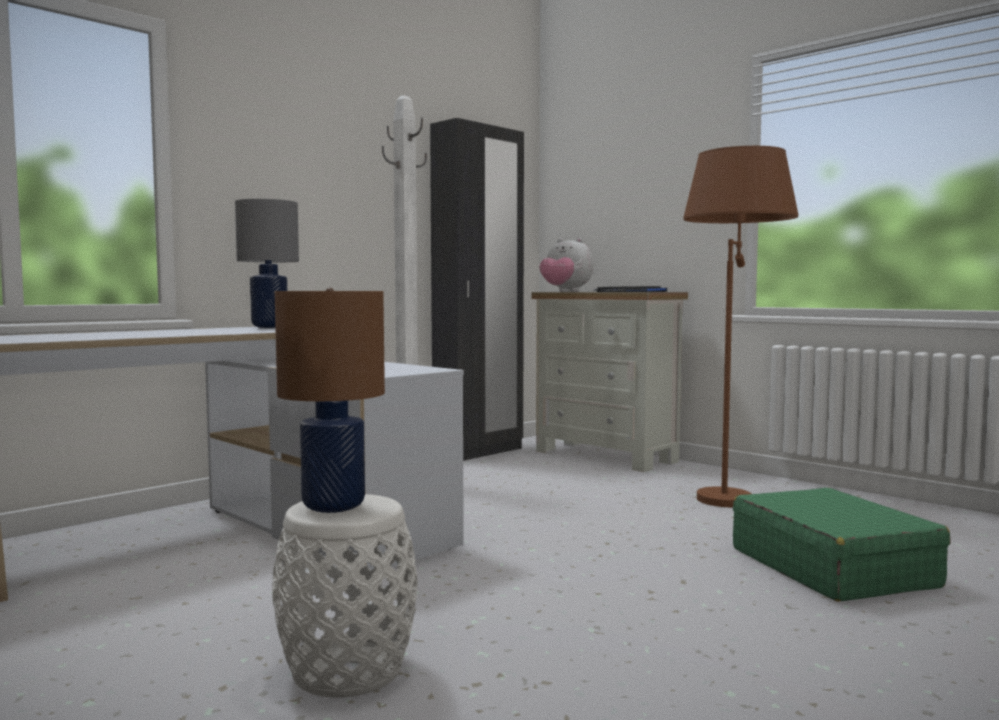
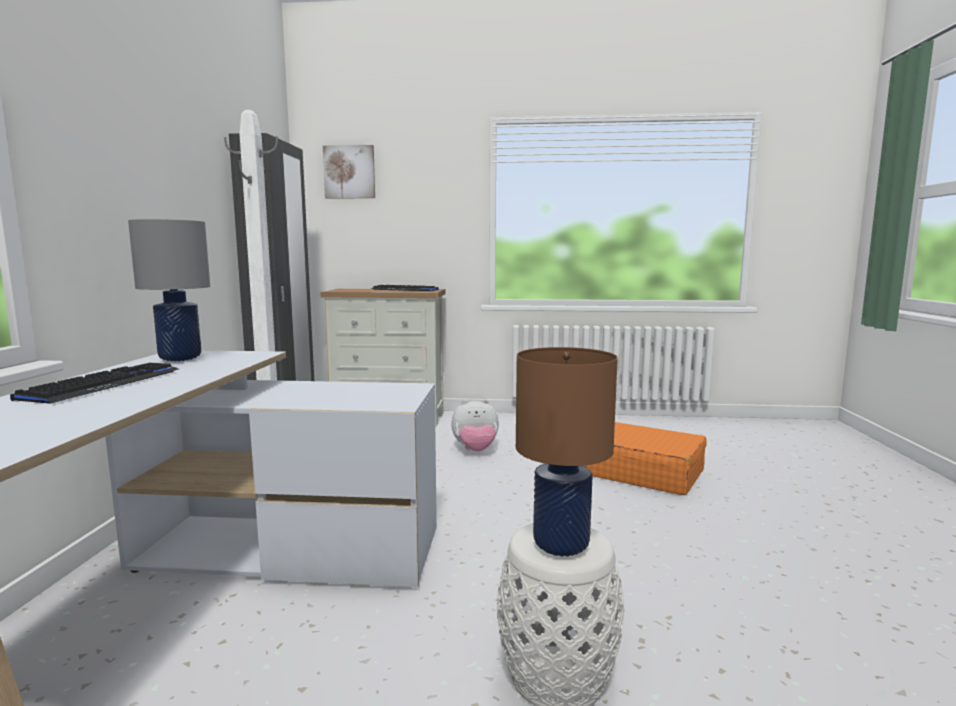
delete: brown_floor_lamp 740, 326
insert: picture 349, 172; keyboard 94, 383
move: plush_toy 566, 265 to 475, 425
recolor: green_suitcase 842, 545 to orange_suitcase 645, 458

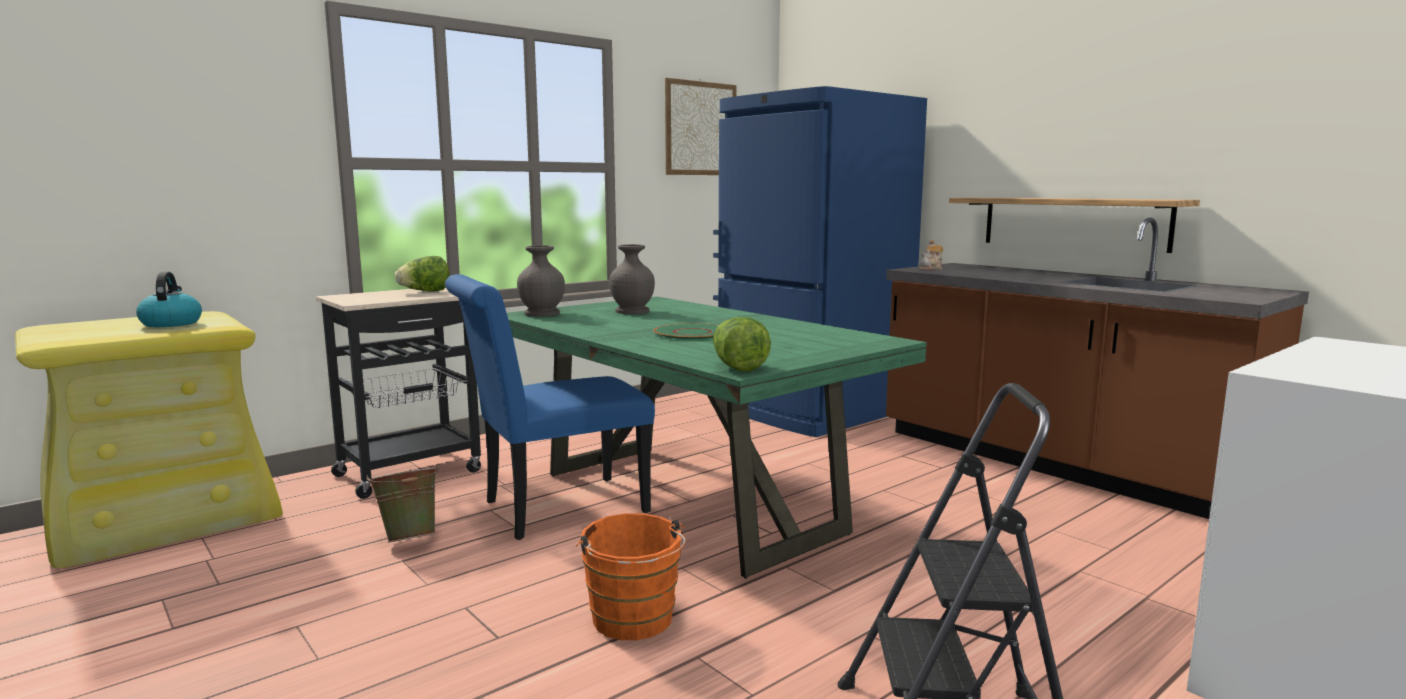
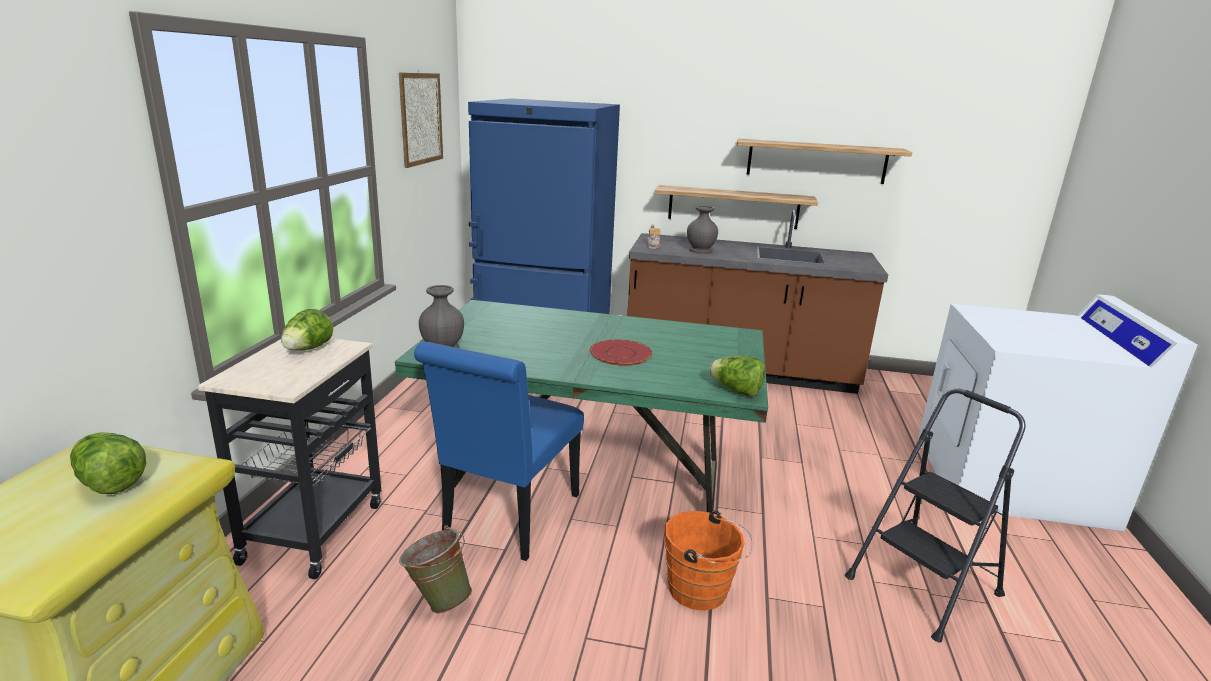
insert: shelf 824, 161
move: grey_vase 632, 279 to 702, 230
replace: kettle 169, 299 to lettuce 108, 463
recolor: green_plate 686, 331 to red_plate 621, 352

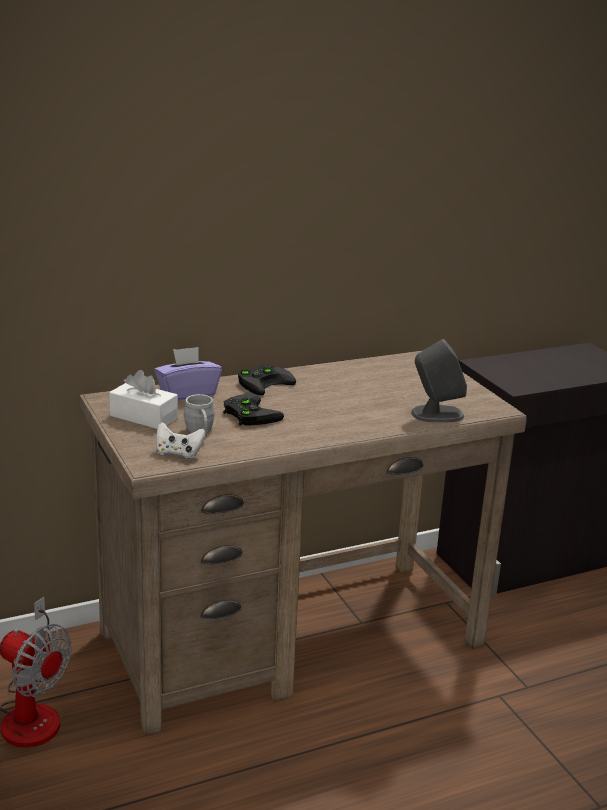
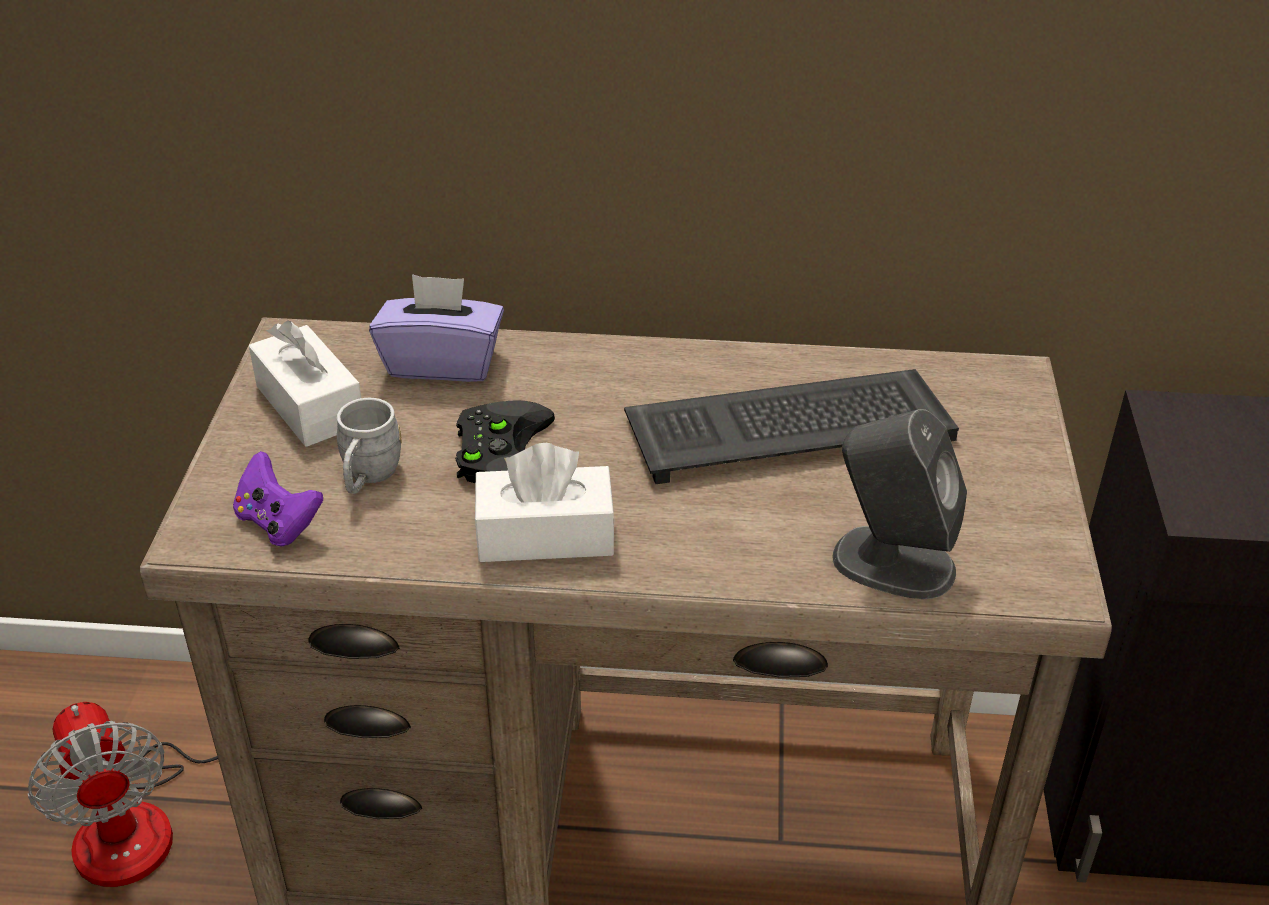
delete: black_game_controller 267, 379
insert: keyboard 791, 426; white_tissue_box 545, 502
recolor: white_game_controller 180, 440 to purple_game_controller 278, 498

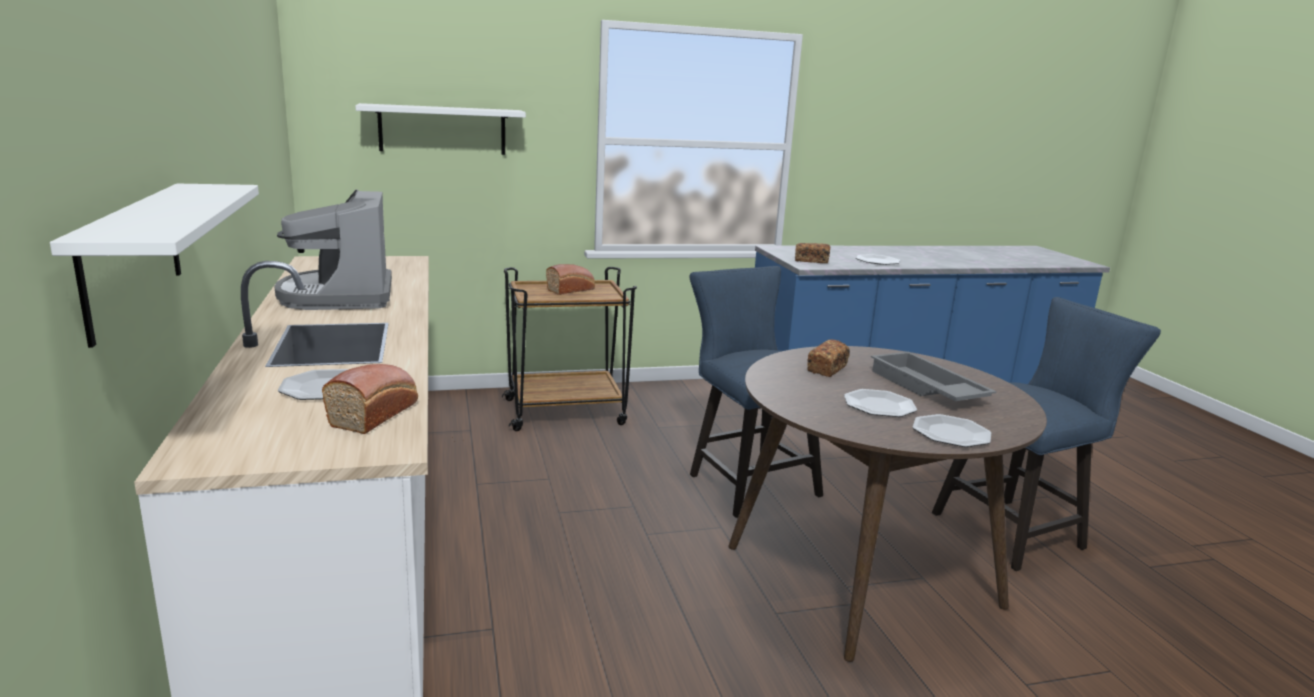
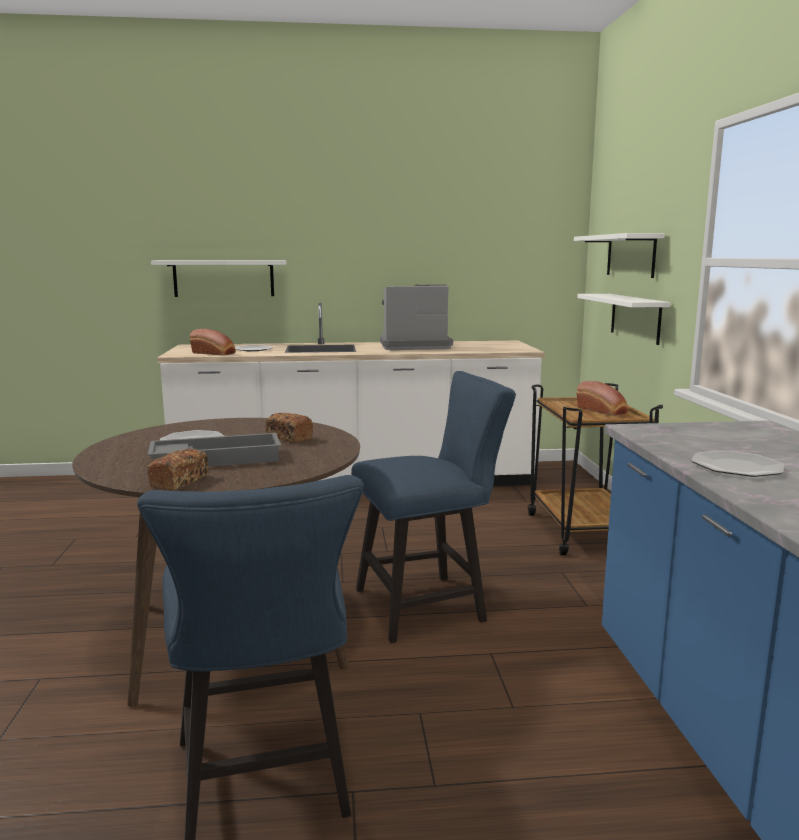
delete: plate 951, 430
insert: white_shelf 623, 319
move: bread 812, 253 to 178, 470

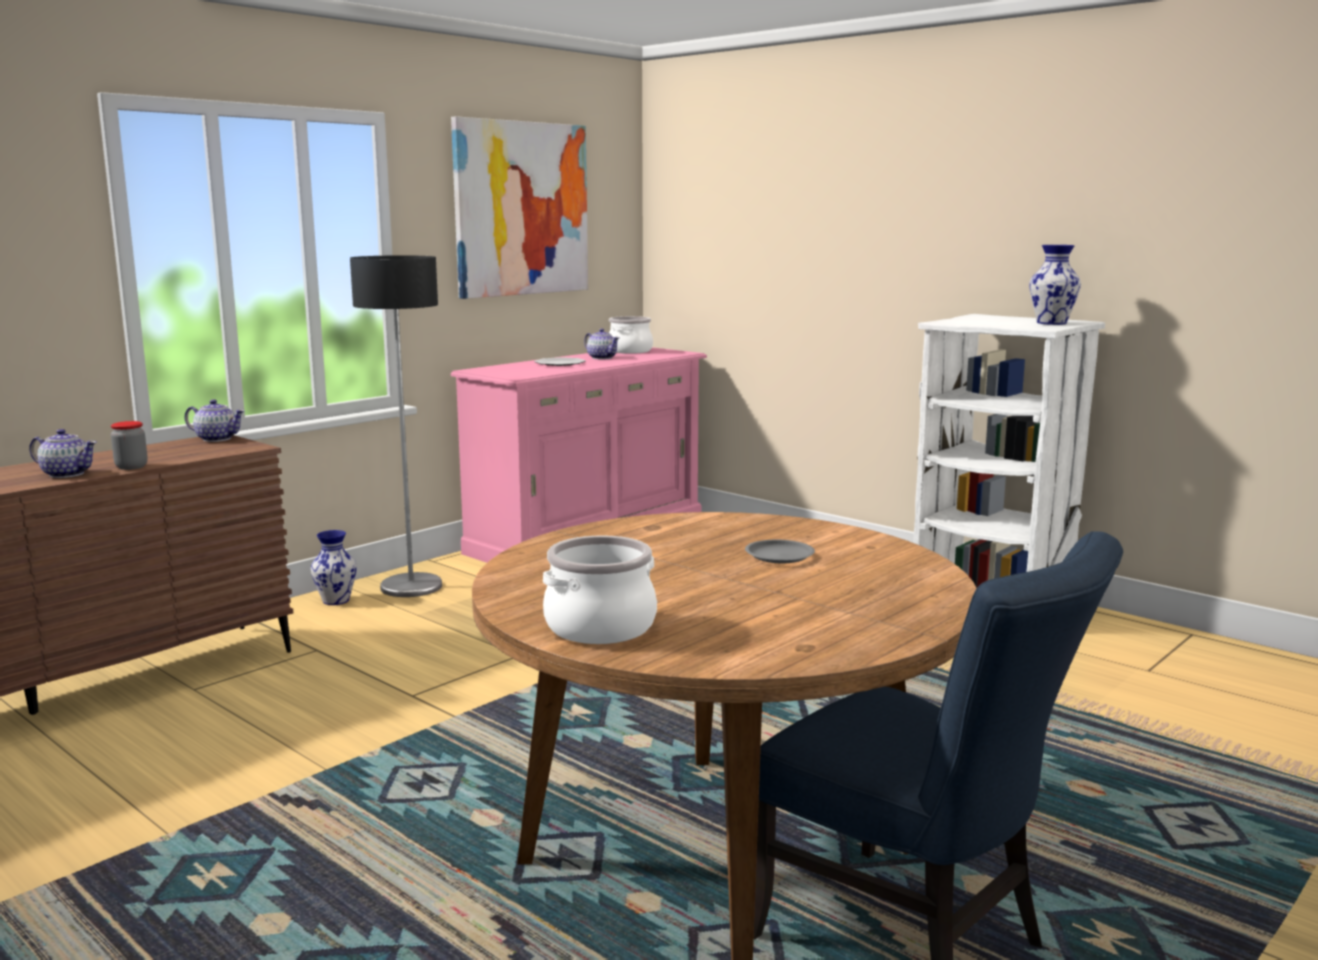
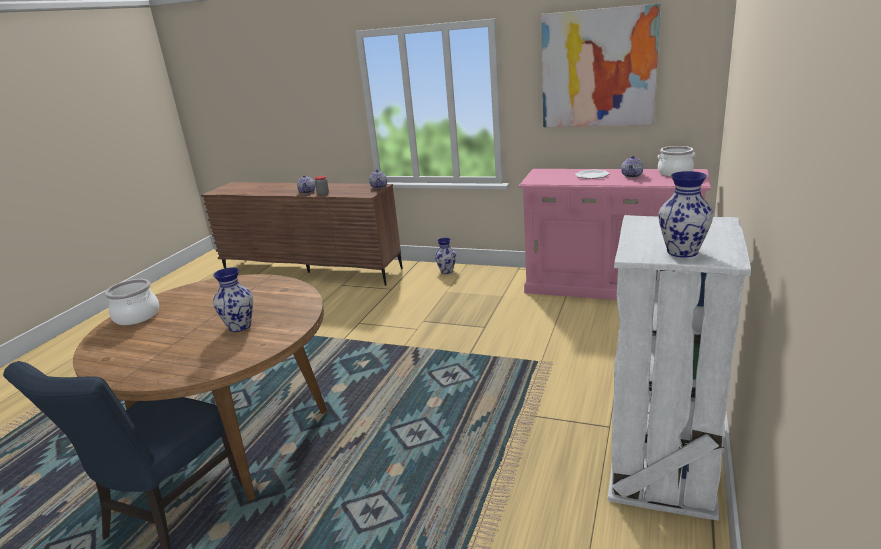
delete: floor_lamp 396, 426
replace: grey_plate 780, 551 to vase 233, 299

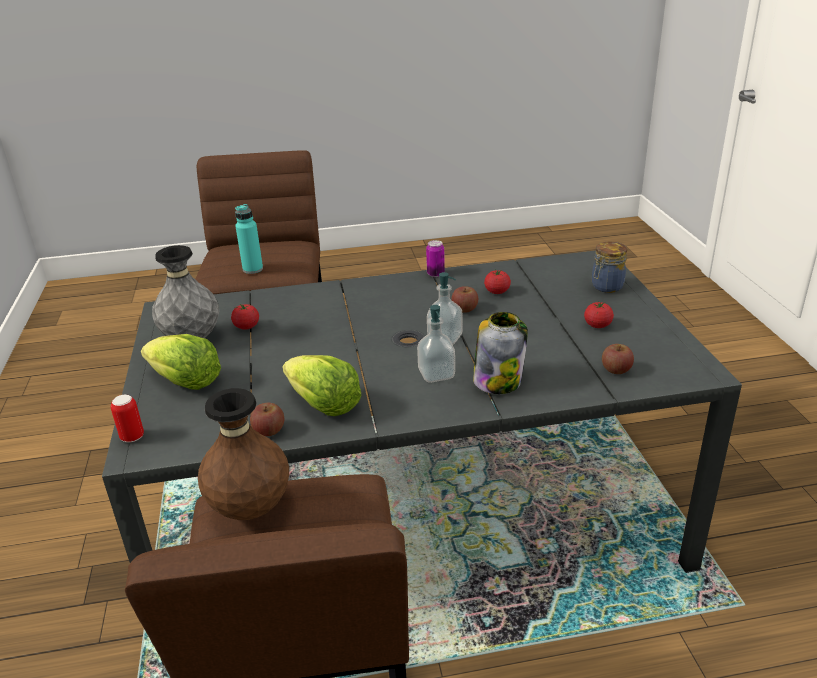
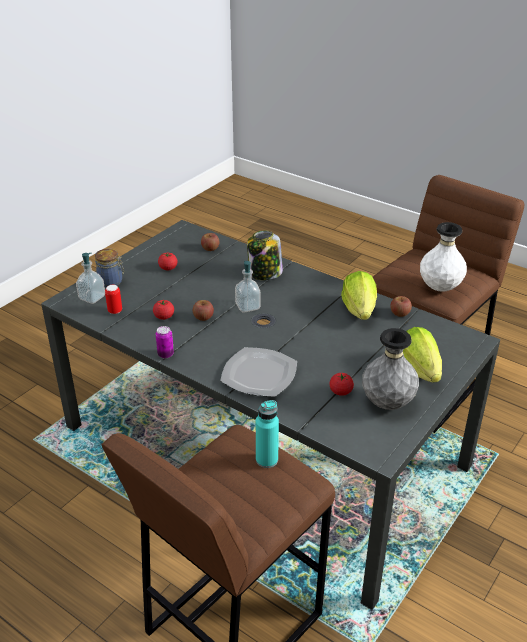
insert: plate 258, 372
move: soap_dispenser 436, 344 to 90, 278; can 127, 418 to 113, 299
recolor: brown_vase 243, 454 to white_vase 443, 257

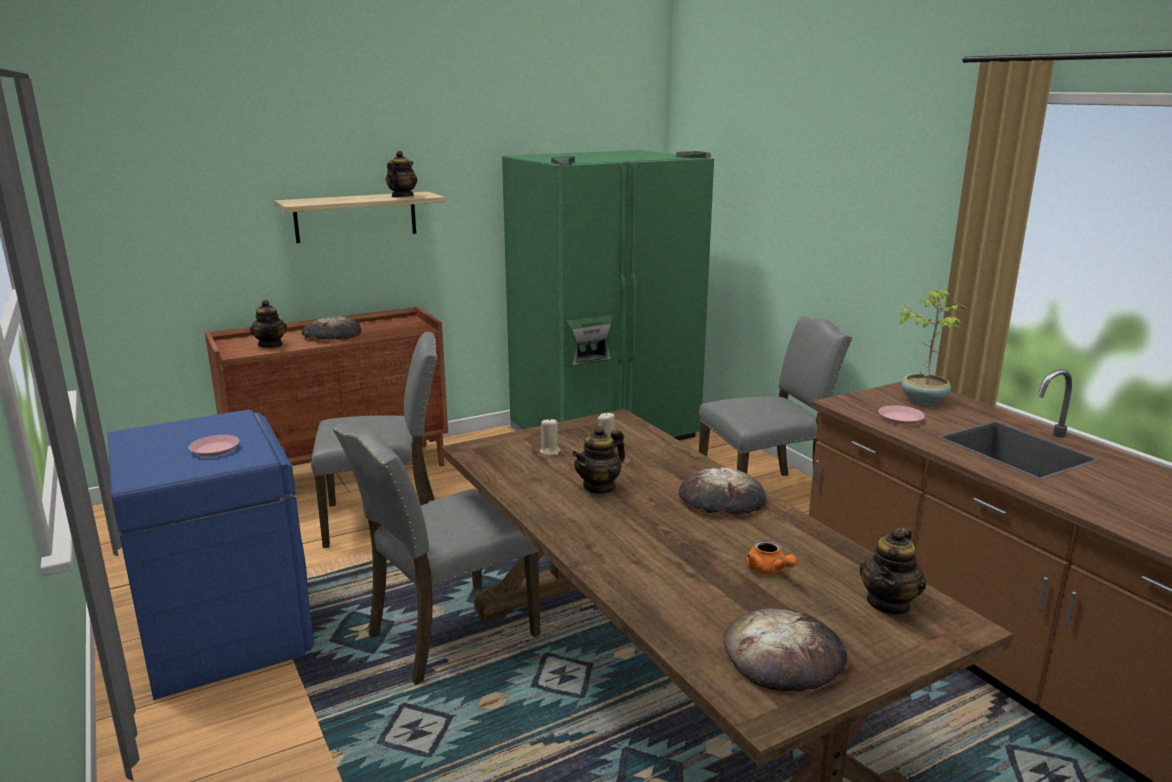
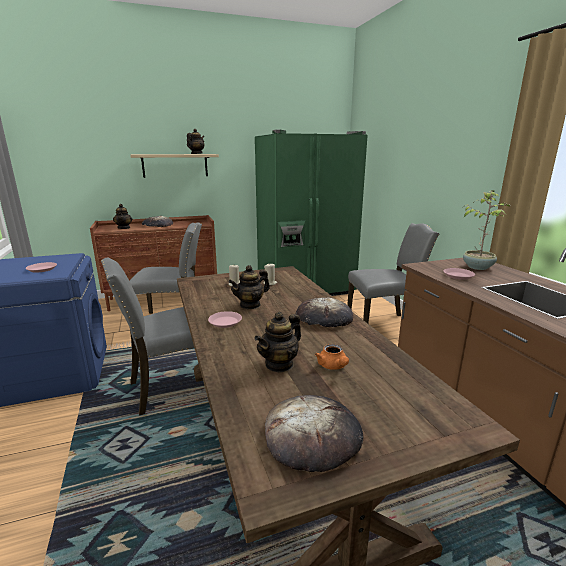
insert: pink_plate 225, 319
move: teapot 892, 571 to 277, 342

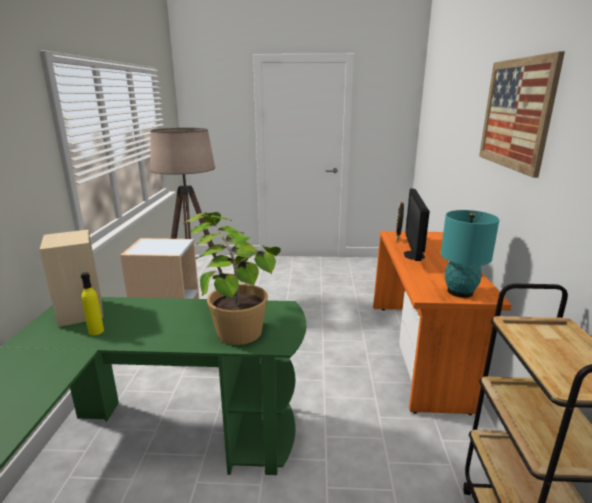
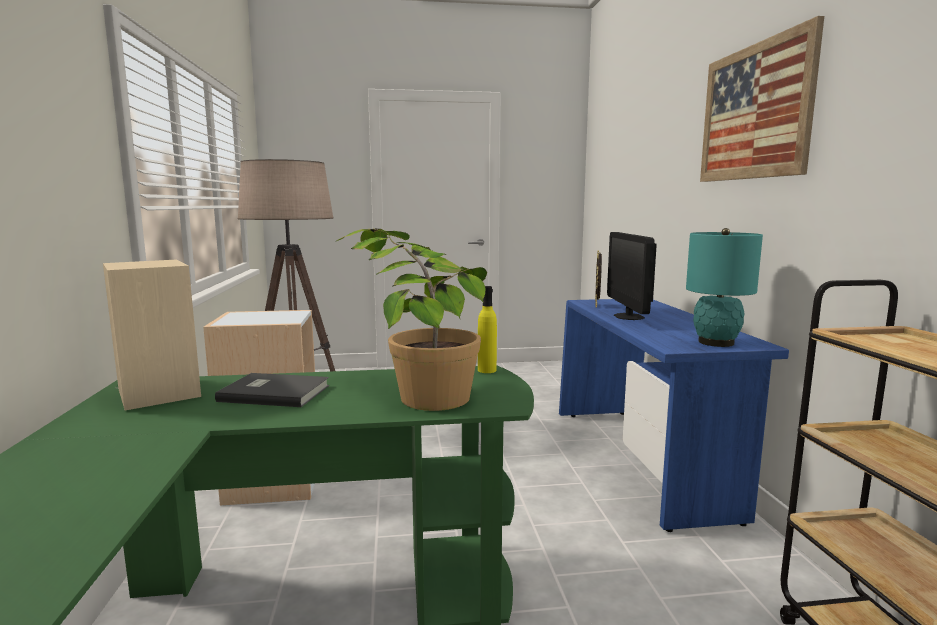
insert: grey_book 272, 390
move: yellow_bottle 92, 303 to 487, 329
recolor: orange_desk 442, 323 to blue_desk 674, 415

